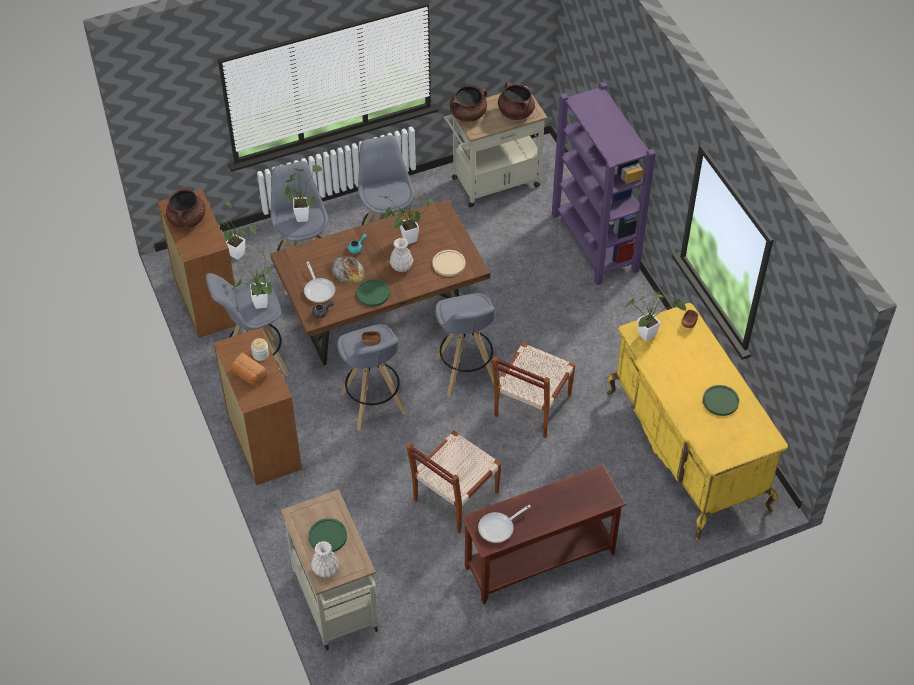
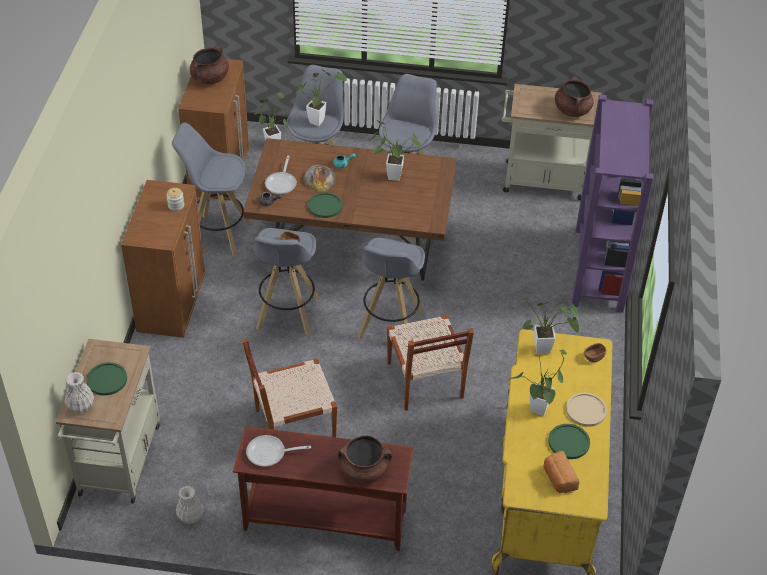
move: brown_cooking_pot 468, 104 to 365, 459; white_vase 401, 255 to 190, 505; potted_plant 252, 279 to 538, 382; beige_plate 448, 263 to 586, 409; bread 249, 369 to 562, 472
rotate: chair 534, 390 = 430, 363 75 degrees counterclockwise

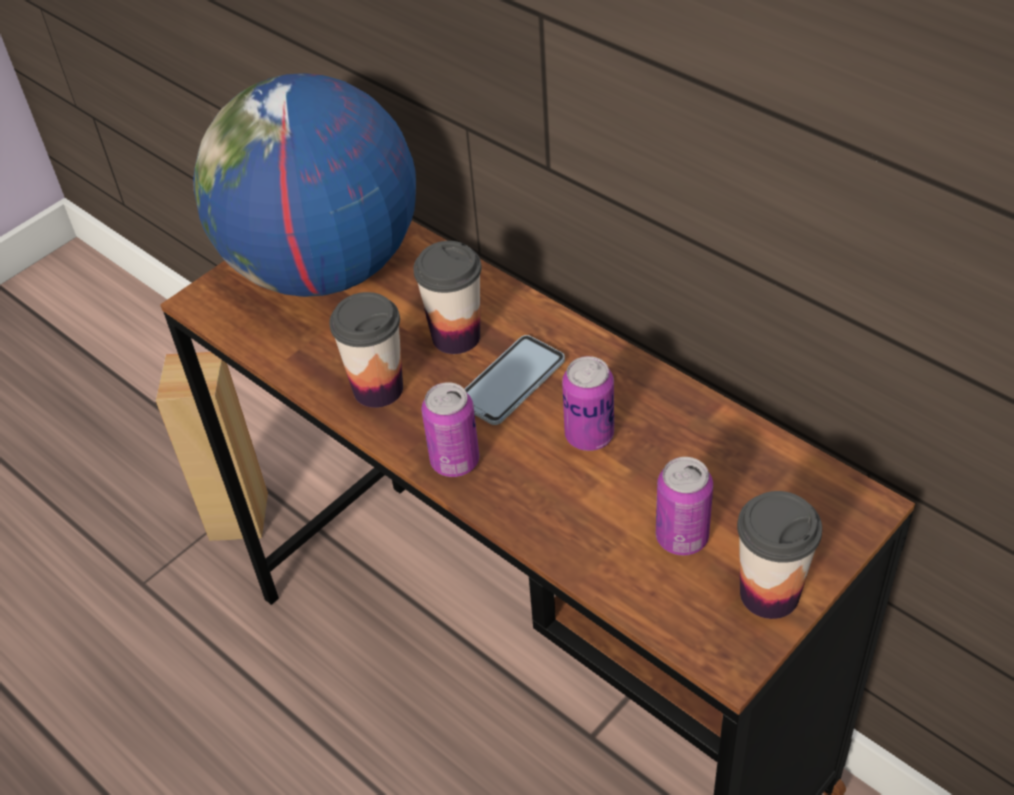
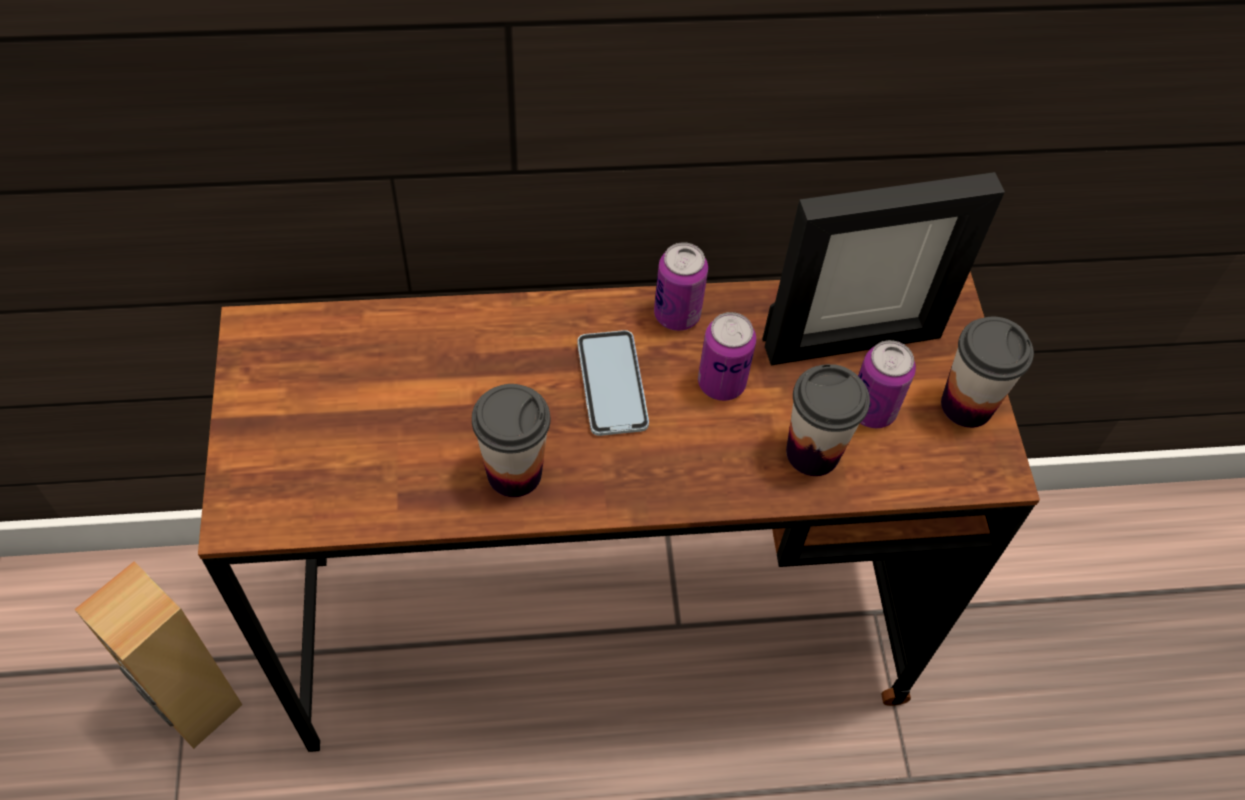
delete: globe 304, 185
insert: picture_frame 883, 268
move: cup 447, 297 to 828, 420; can 450, 429 to 681, 286

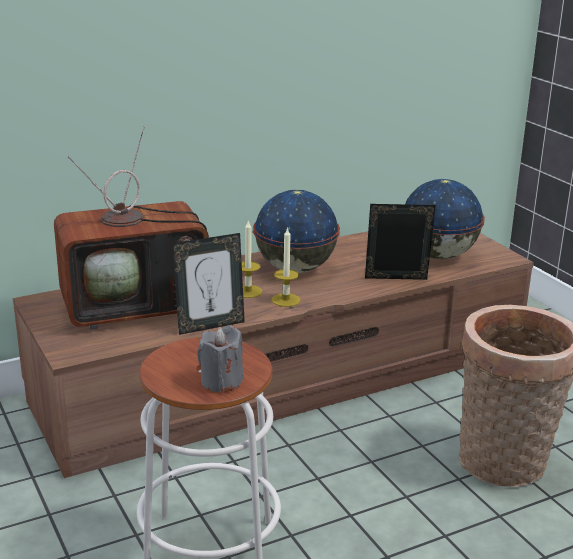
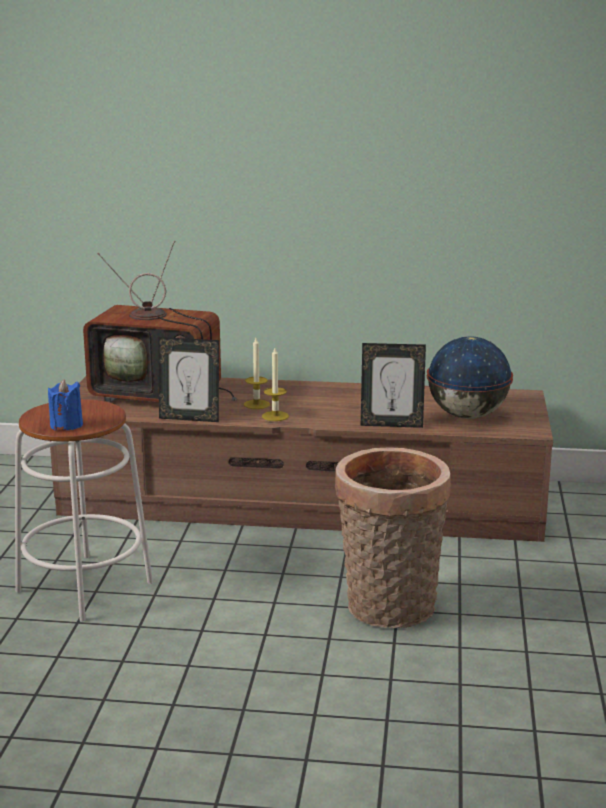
delete: globe 296, 231
recolor: grey_candle 220, 359 to blue_candle 65, 405
rotate: picture_frame 400, 242 = 393, 385 150 degrees clockwise

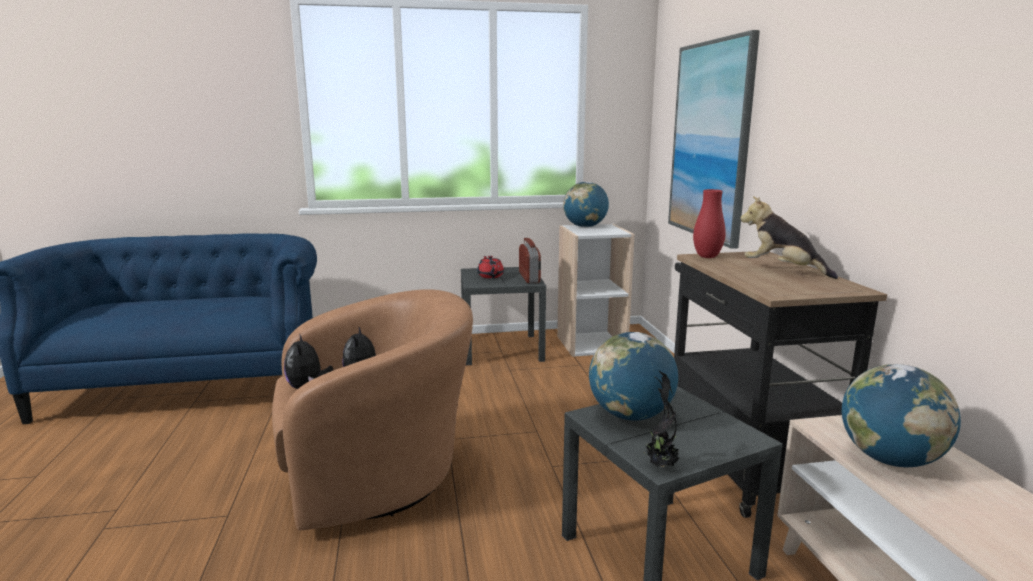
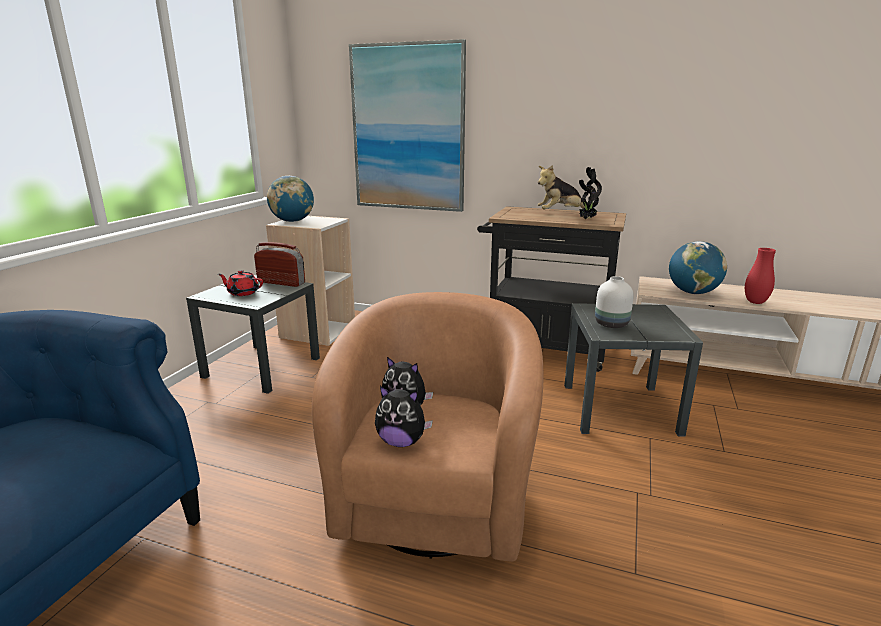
move: red_vase 709, 223 to 760, 276; potted_plant 662, 418 to 590, 193
replace: globe 633, 376 to white_vase 614, 302

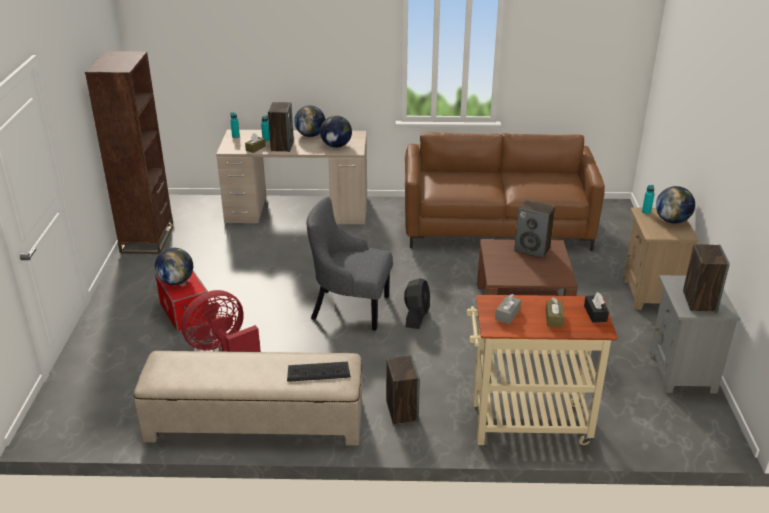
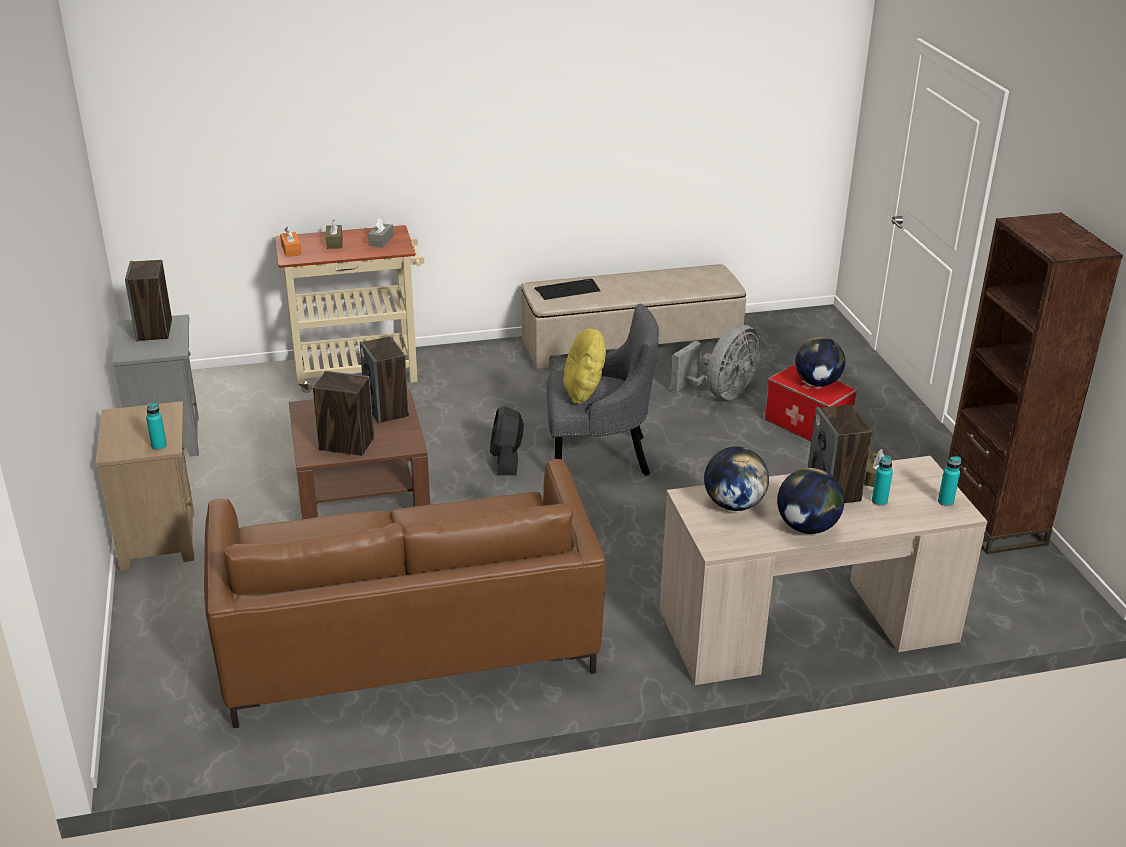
delete: globe 675, 205
insert: yellow_pillow 584, 366
move: speaker 403, 390 to 384, 379
recolor: red_fan 221, 321 to grey_fan 716, 362; black_tissue_box 596, 307 to orange_tissue_box 291, 242

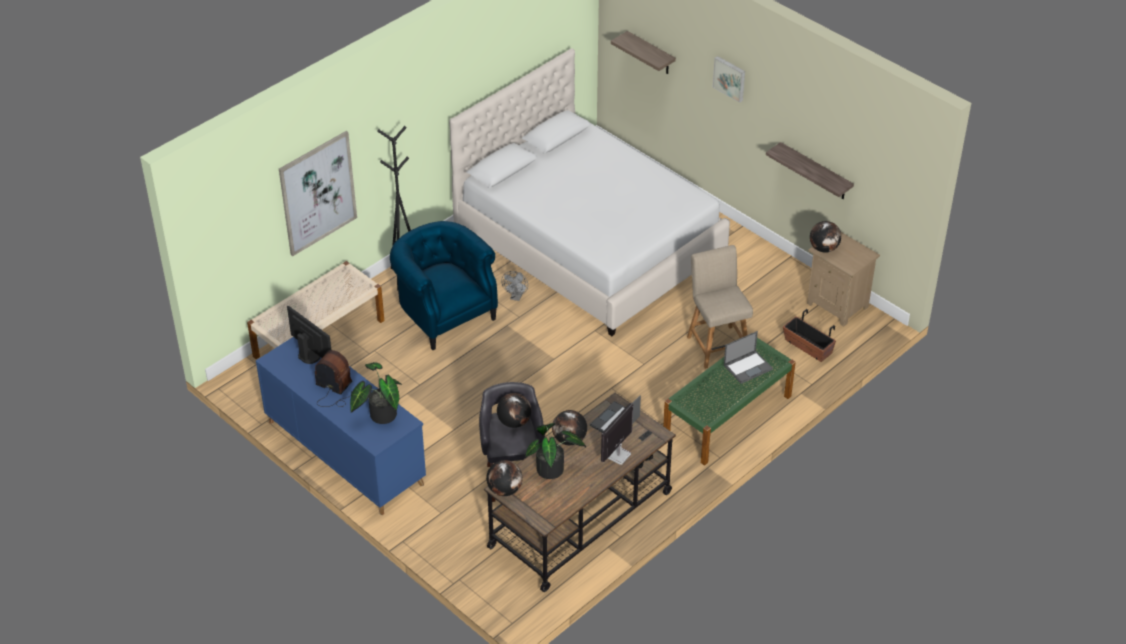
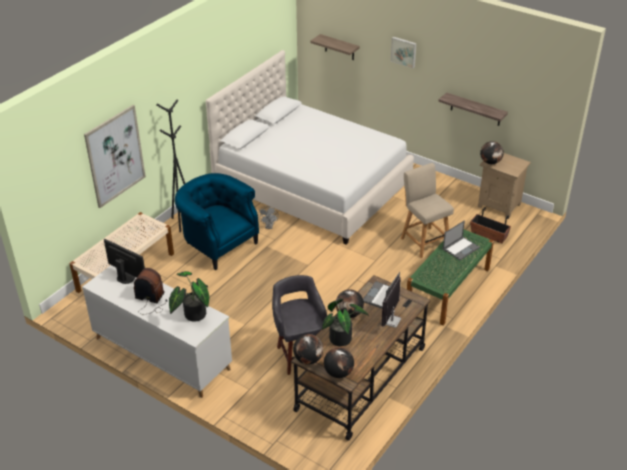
move: globe 514, 410 to 339, 362
recolor: blue_dresser 341, 426 to white_dresser 157, 331

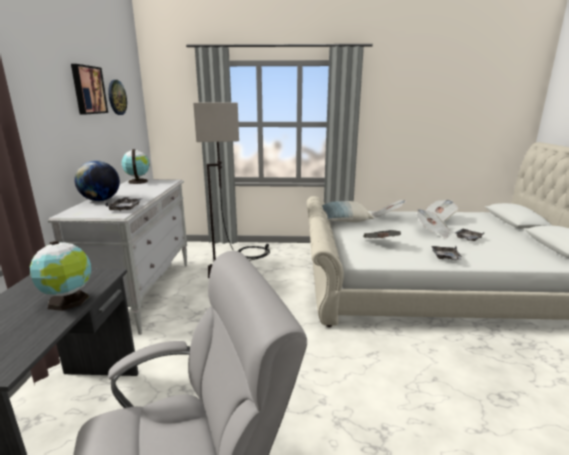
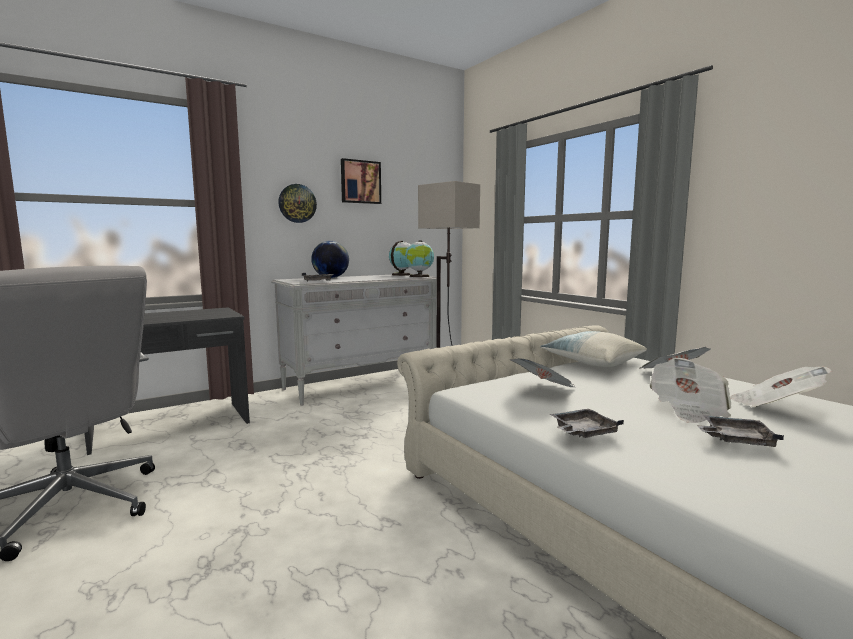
move: wall_clock 117, 97 to 297, 203; globe 60, 276 to 419, 259

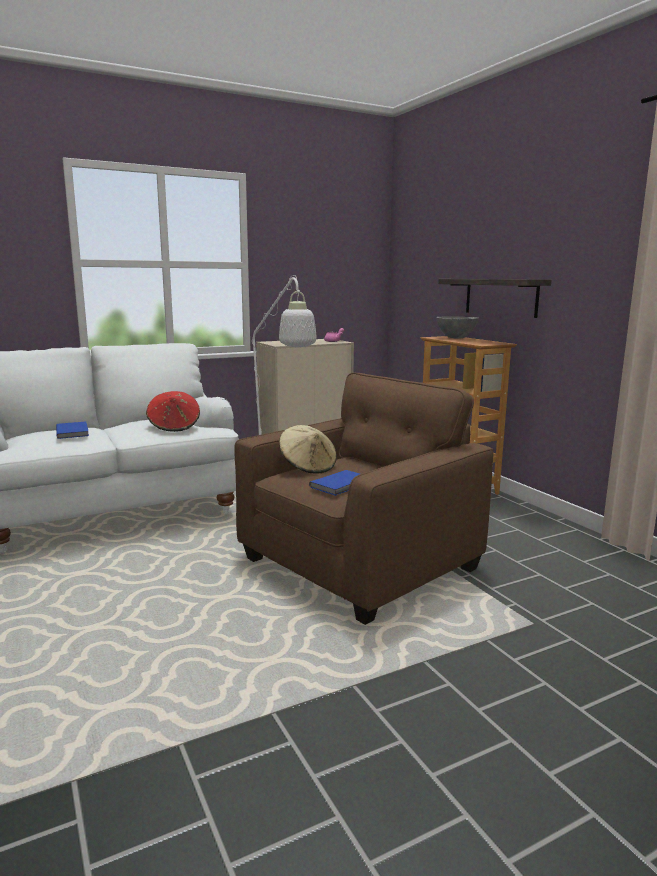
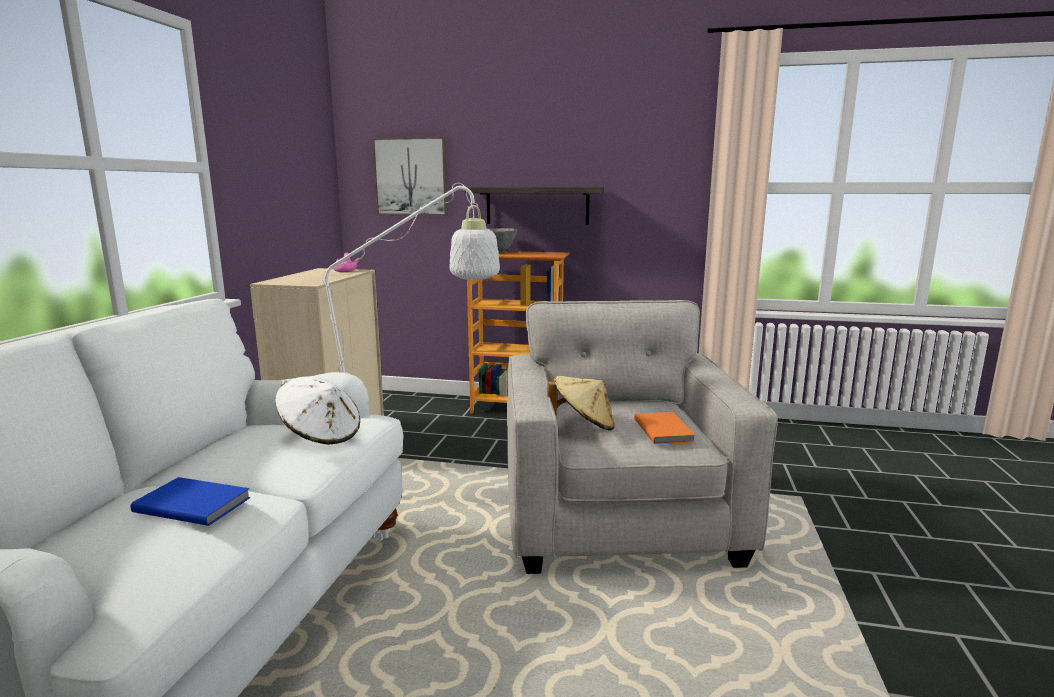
insert: picture 410, 176
recolor: brown_armchair 364, 499 to grey_armchair 642, 437; red_hat 173, 411 to white_hat 317, 410; blue_book 334, 483 to orange_book 664, 428

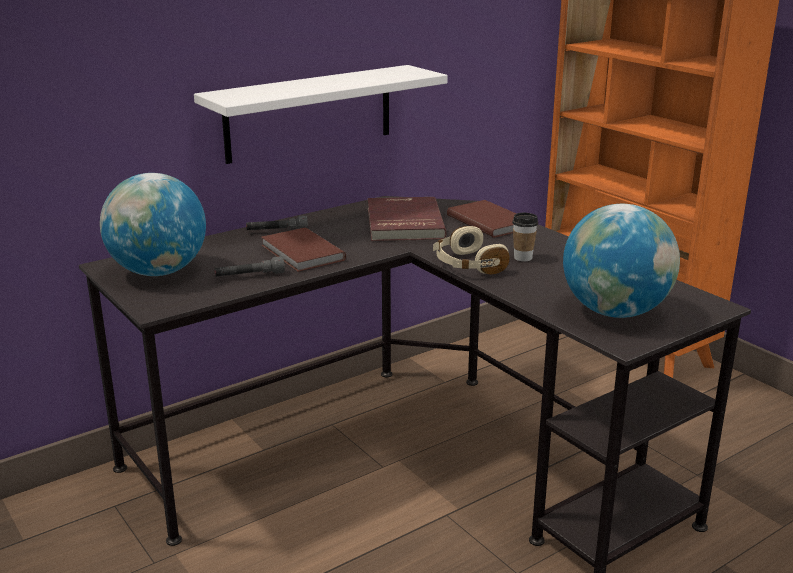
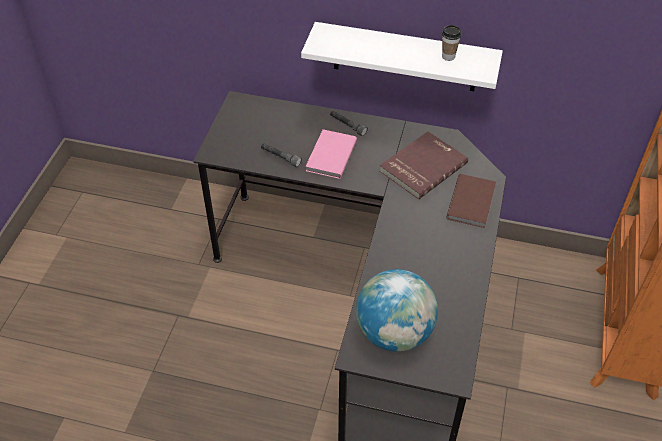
delete: globe 153, 224; beige_headphones 471, 250
move: cup 525, 237 to 451, 43
recolor: brown_book 303, 249 to pink_book 331, 154

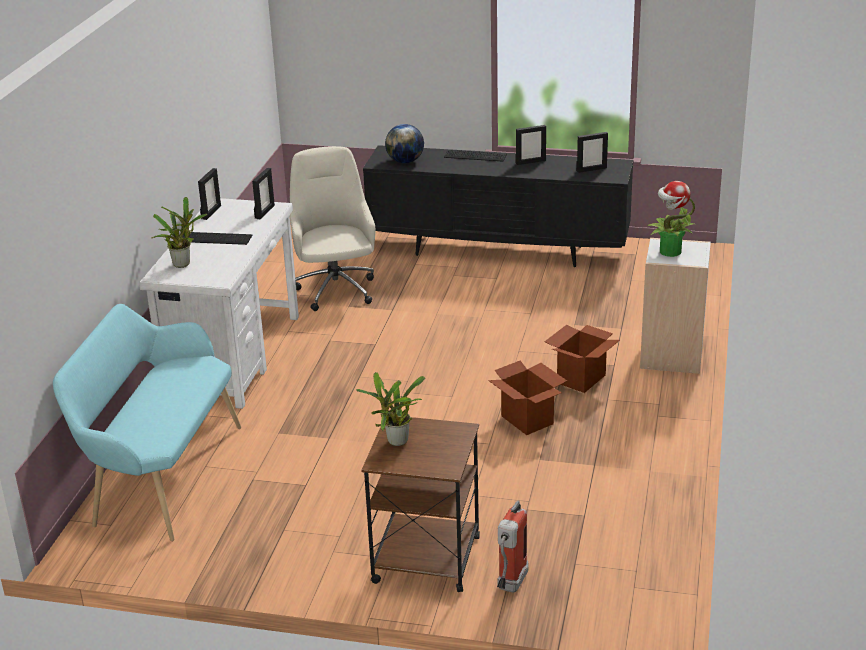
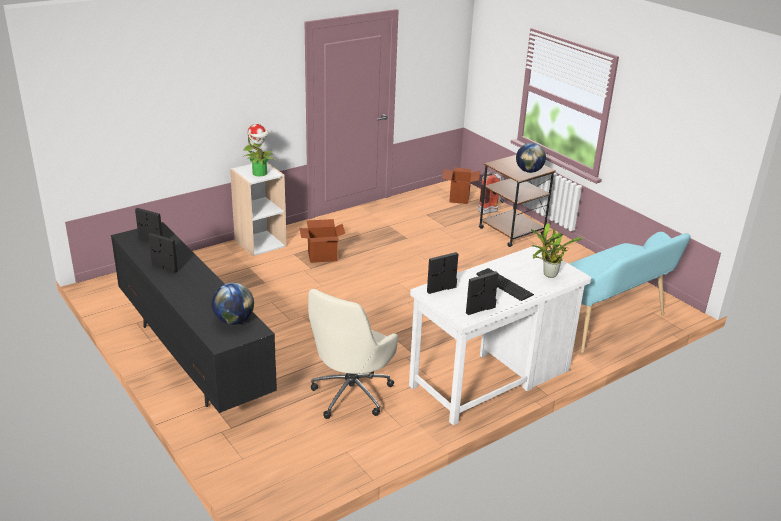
delete: keyboard 475, 156
move: cardboard_box 527, 398 to 461, 185
replace: potted_plant 390, 409 to globe 531, 158

